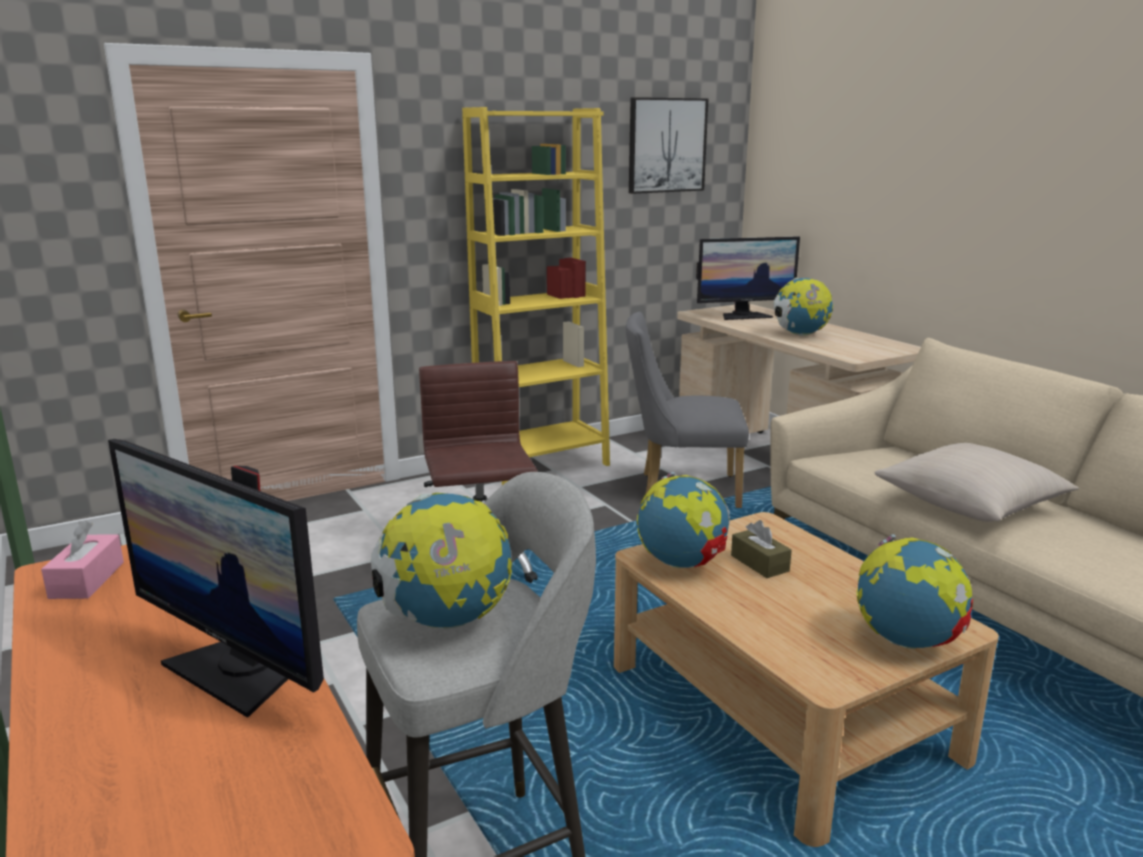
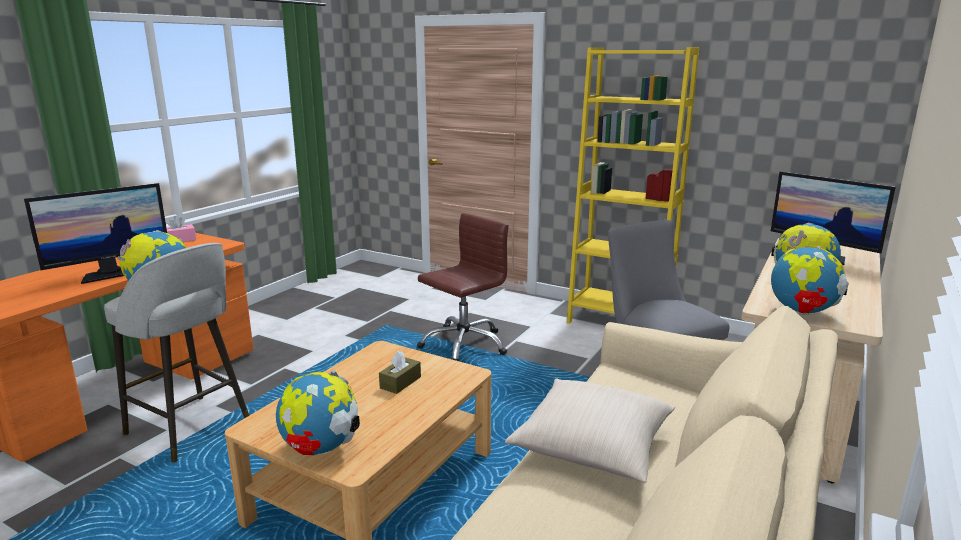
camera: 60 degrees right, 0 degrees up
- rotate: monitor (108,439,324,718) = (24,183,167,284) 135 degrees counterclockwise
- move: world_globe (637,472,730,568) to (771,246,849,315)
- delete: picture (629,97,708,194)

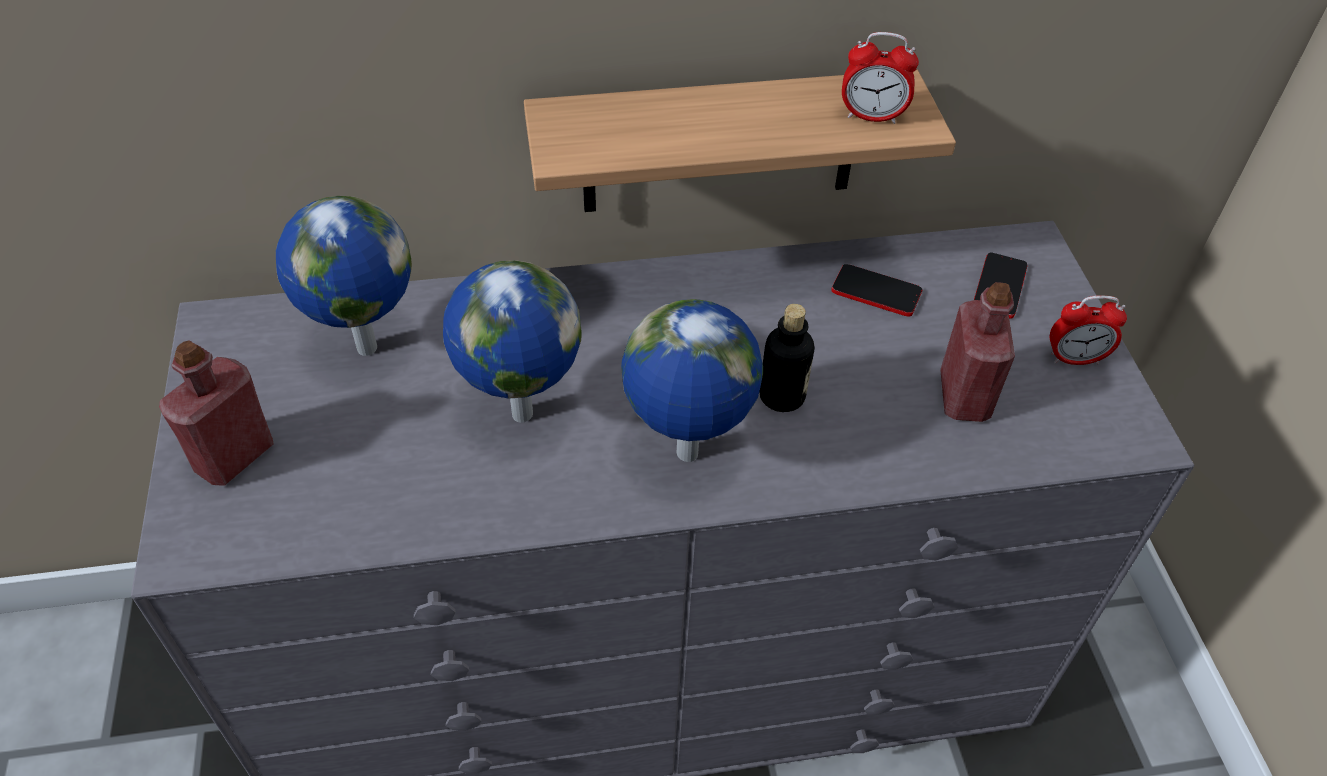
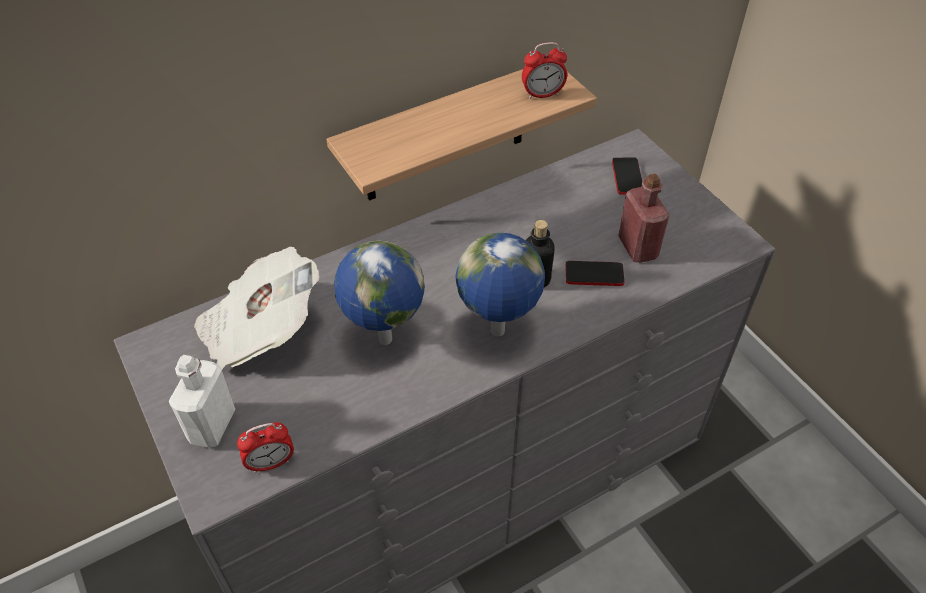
camera: 20 degrees left, 0 degrees up
- recolor: red-coloured_bottle (159,341,273,485) to white-coloured_bottle (169,355,235,448)
- replace: world_globe (276,196,412,356) to printed_paper (194,247,320,369)
- move: alarm_clock (1050,295,1127,365) to (237,422,294,473)
- move: telephone (831,264,922,316) to (565,261,625,286)

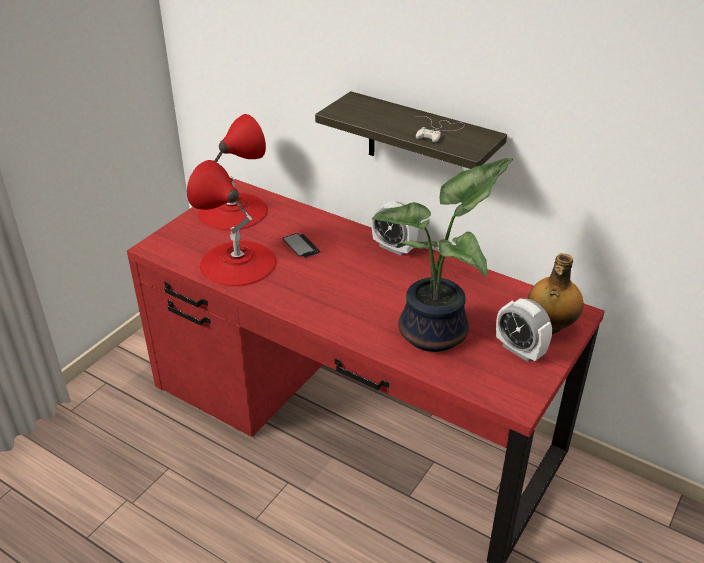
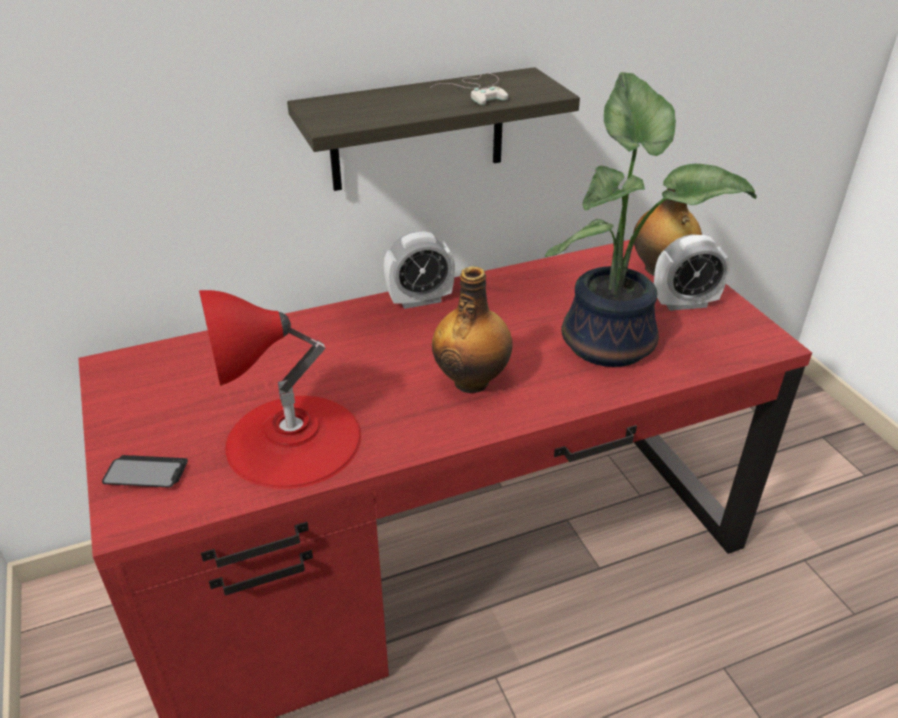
camera: 55 degrees left, 0 degrees up
- move: telephone (282,233,321,257) to (102,455,188,488)
- insert: bottle (432,266,513,393)
- delete: red-coloured_tabletop_lamp (198,114,268,231)

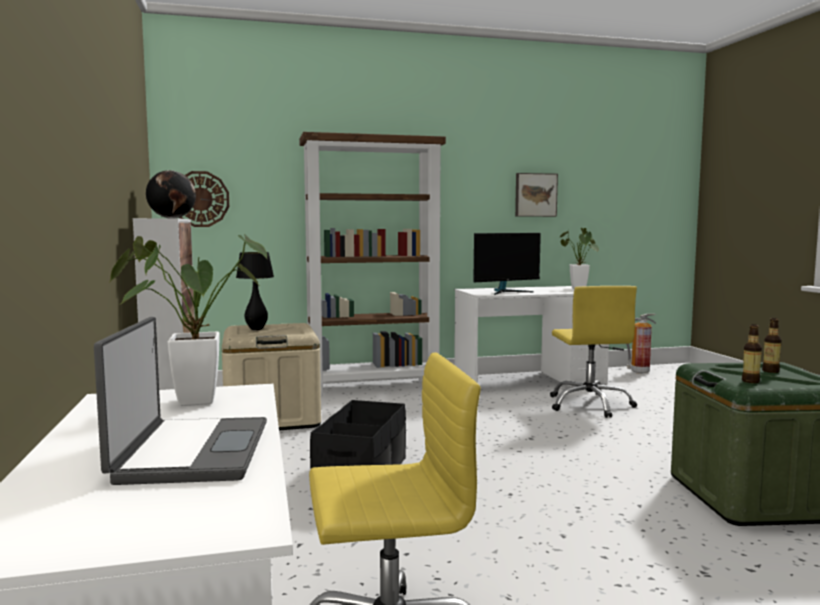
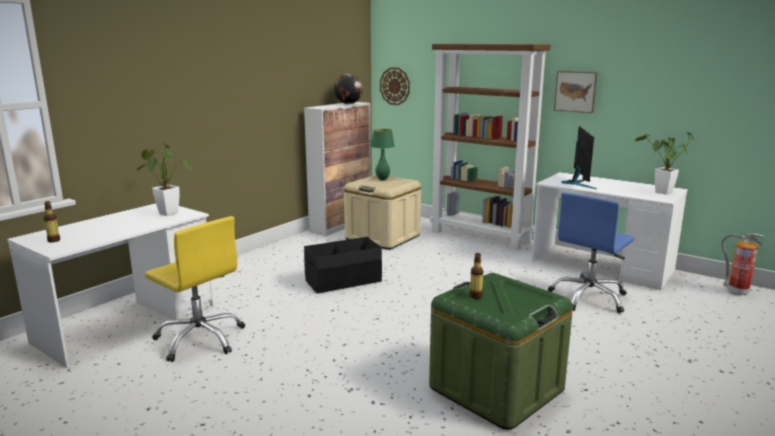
camera: 50 degrees right, 10 degrees up
- move: bottle (762,318,781,373) to (44,201,60,243)
- recolor: black-coloured_tabletop_lamp (236,252,274,330) to greenish_tabletop_lamp (371,129,395,181)
- recolor: yellow_desk_chair (550,286,637,418) to blue-coloured_desk_chair (548,192,634,313)
- move: picture (515,173,558,217) to (554,71,598,113)
- rotate: monitor (473,233,541,295) = (561,126,597,189) 105 degrees counterclockwise
- delete: notebook_computer (94,317,267,485)

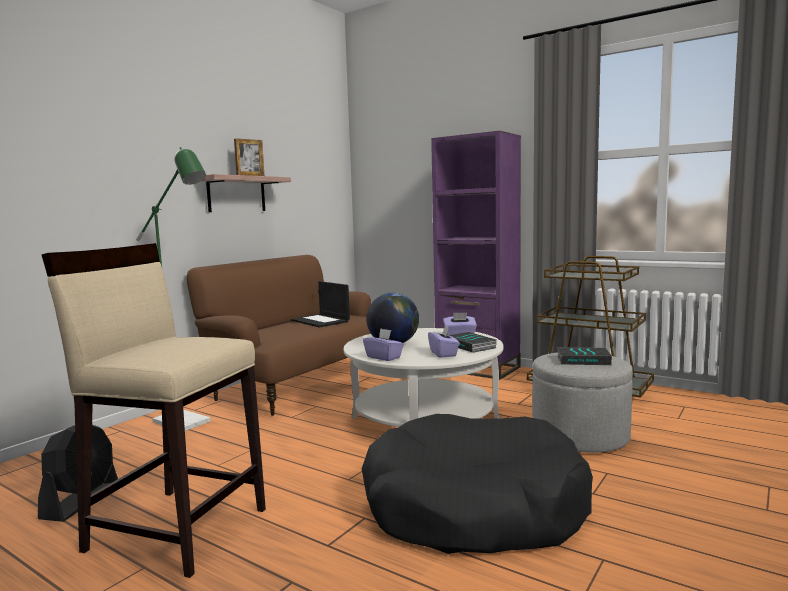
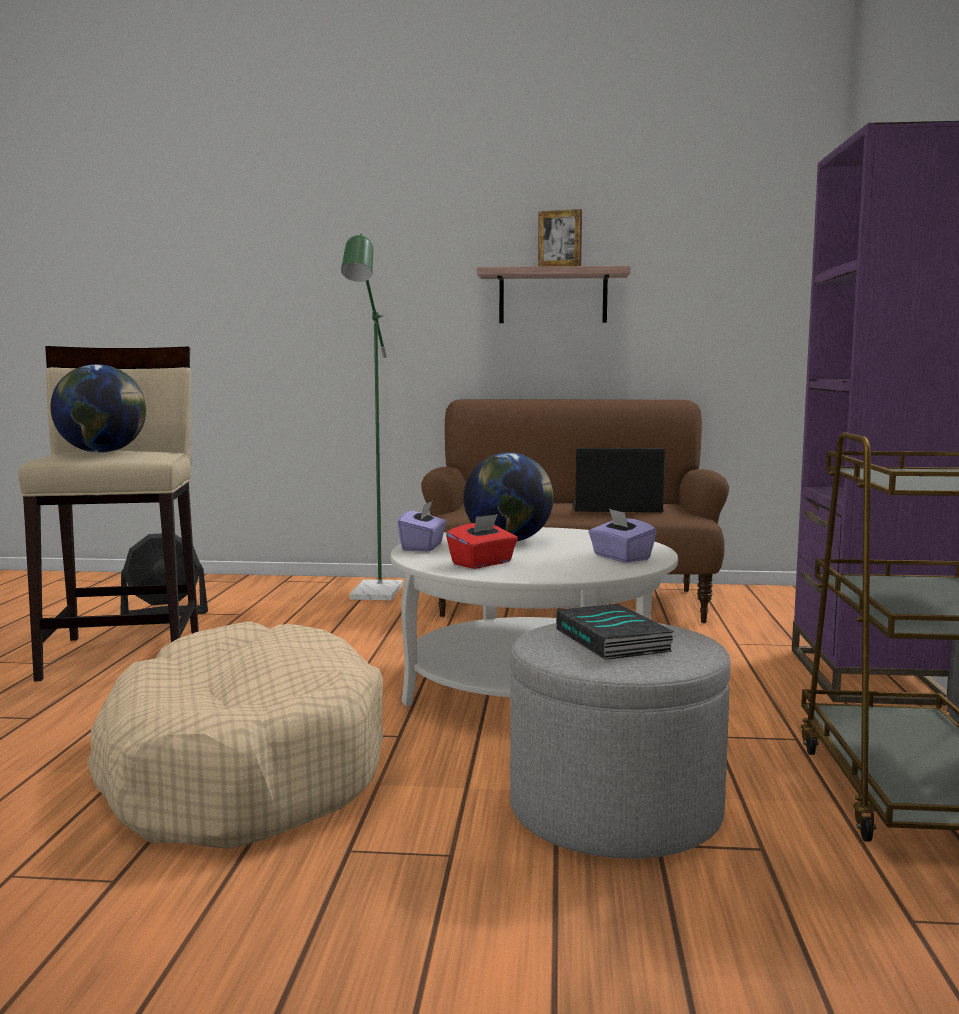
camera: 60 degrees right, 0 degrees up
- insert: world_globe (50,364,146,453)
- recolor: black-coloured_pet_bed (361,414,593,554) to beige_pet_bed (87,622,383,849)
- recolor: purple-coloured_box_of_tissues (428,326,460,358) to red-coloured_box_of_tissues (446,514,518,569)
- rotate: notebook_computer (291,281,350,327) = (573,448,665,512) 75 degrees clockwise
- delete: book (449,332,496,353)

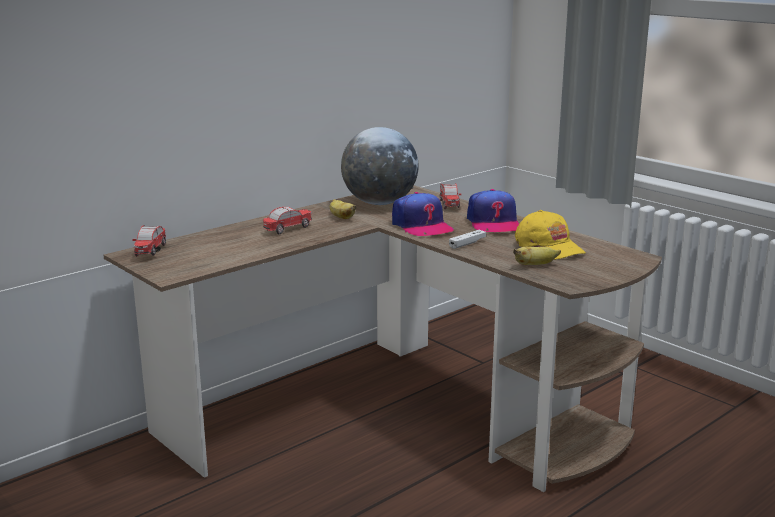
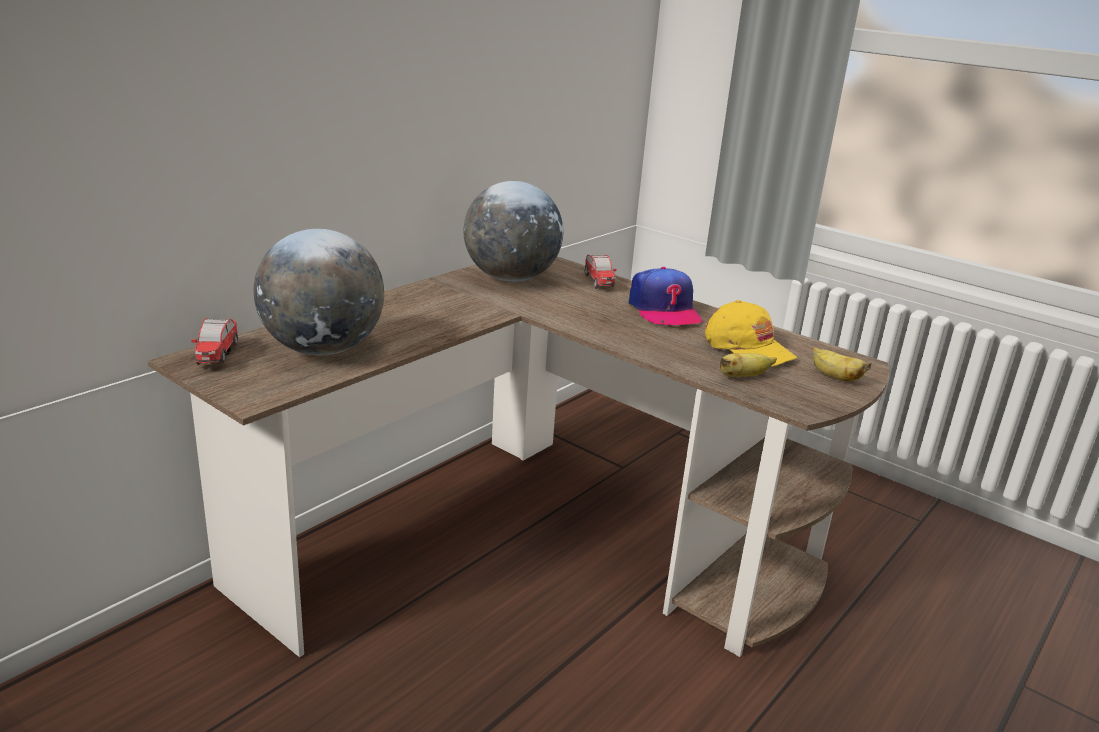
camera: 10 degrees left, 5 degrees up
- insert: world_globe (254,229,384,356)
- move: banana (330,199,357,219) to (813,347,871,381)
- delete: model_car (263,207,312,235)
- delete: baseball_cap (392,192,455,236)
- delete: white-coloured_gamepad (449,230,486,249)

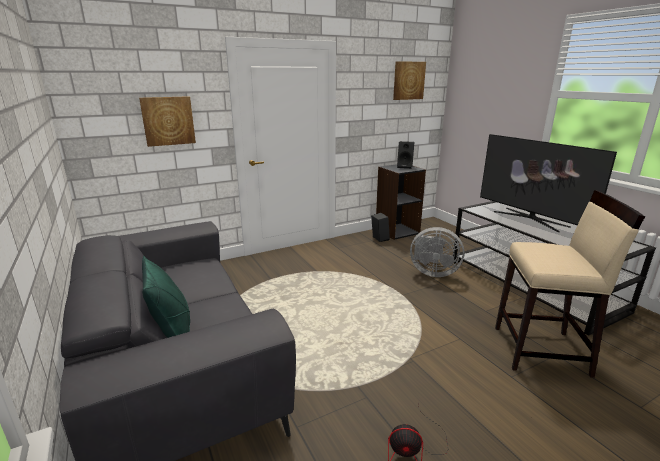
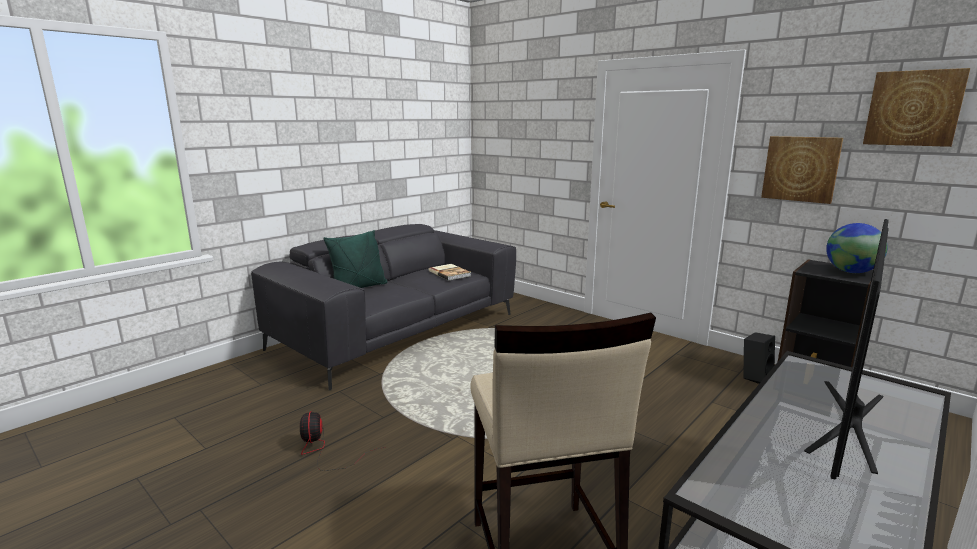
camera: 70 degrees right, 5 degrees down
- insert: book (428,264,471,281)
- move: picture (139,96,196,147) to (761,136,843,204)
- replace: black-coloured_audio_speaker (397,141,414,169) to world_globe (826,223,888,273)
- delete: grey_cooling_fan (410,227,465,277)

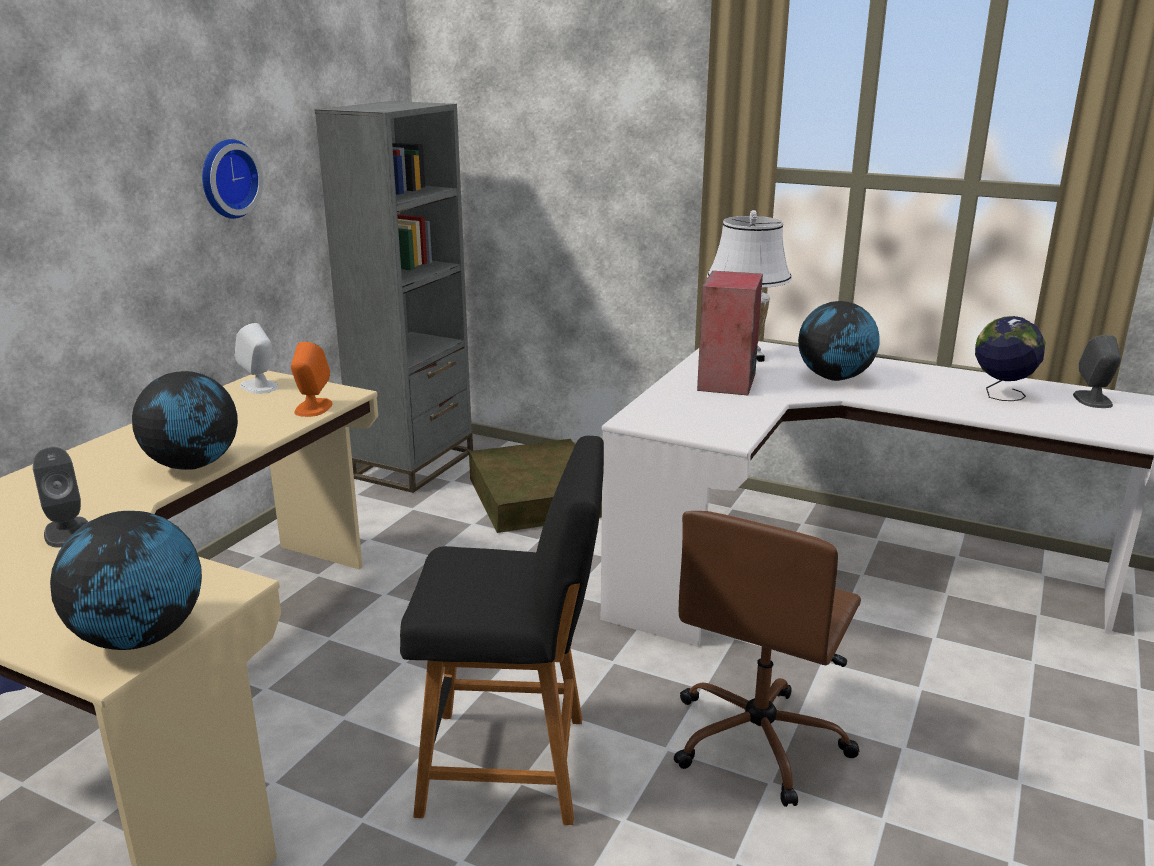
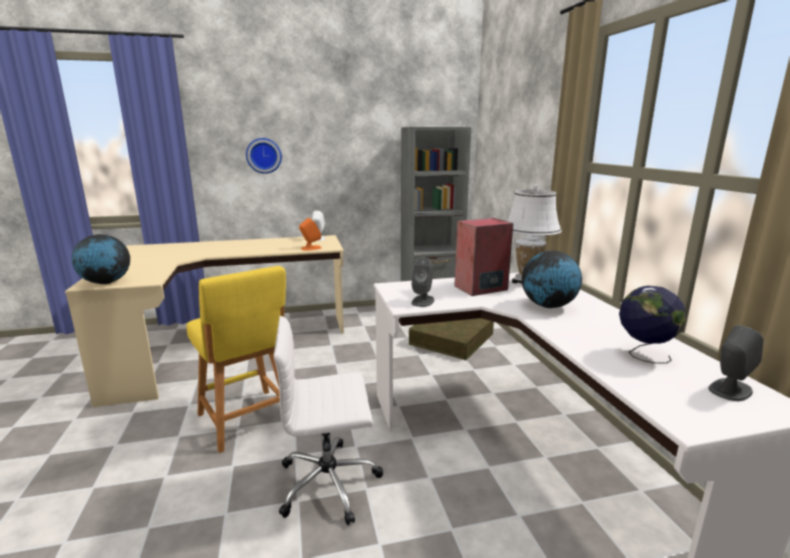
camera: 50 degrees right, 5 degrees down
- recolor: black-coloured_sitting_stool (400,436,604,825) to yellow_sitting_stool (186,266,286,453)
- move: clock_on_the_wall (202,139,263,219) to (246,138,282,174)
- recolor: brown_desk_chair (673,511,861,807) to white-coloured_desk_chair (274,316,383,525)
- move: grey_audio_speaker (33,447,88,547) to (411,257,434,307)
- delete: world_globe (132,371,238,470)

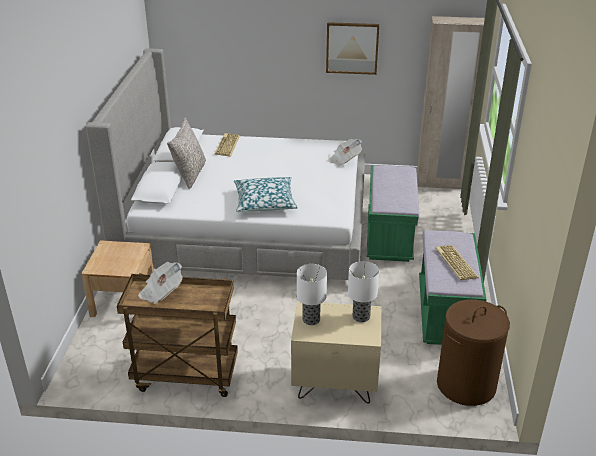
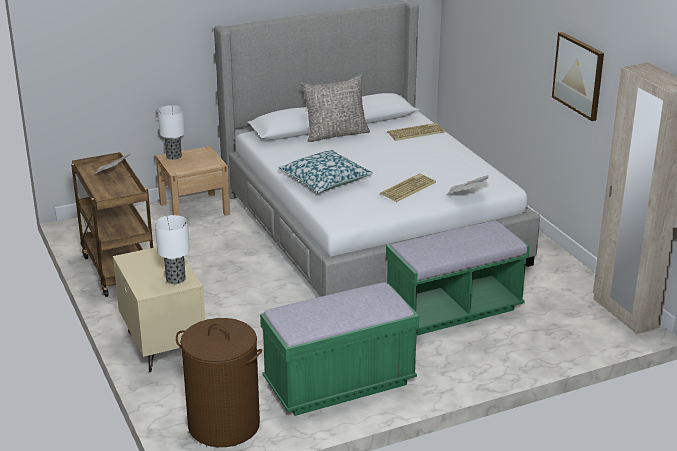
camera: 60 degrees right, 5 degrees down
- move: tabletop_lamp (297,264,327,325) to (158,105,185,160)
- move: computer_keyboard (435,245,479,280) to (380,174,436,202)

